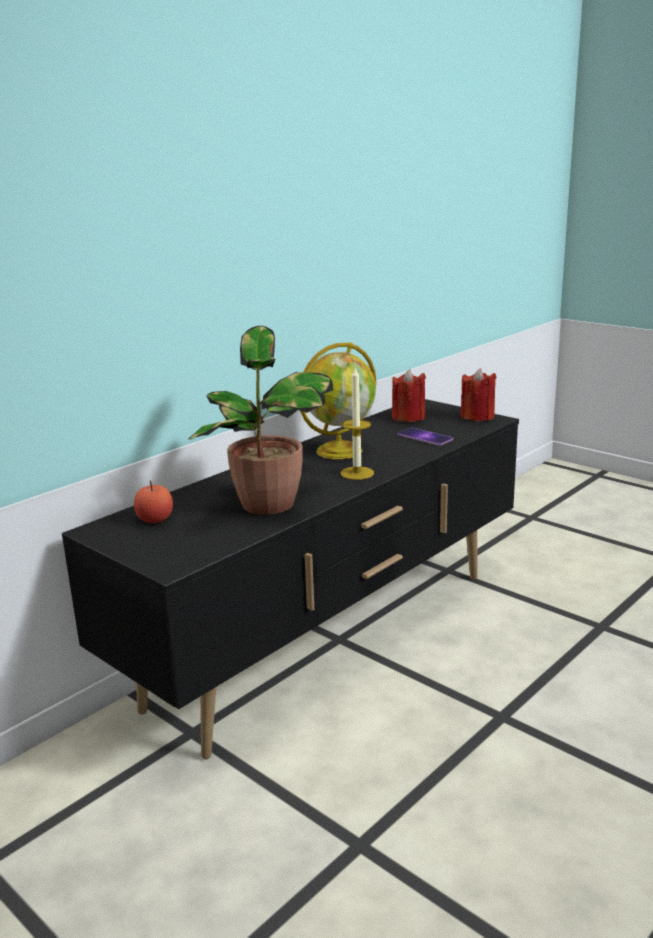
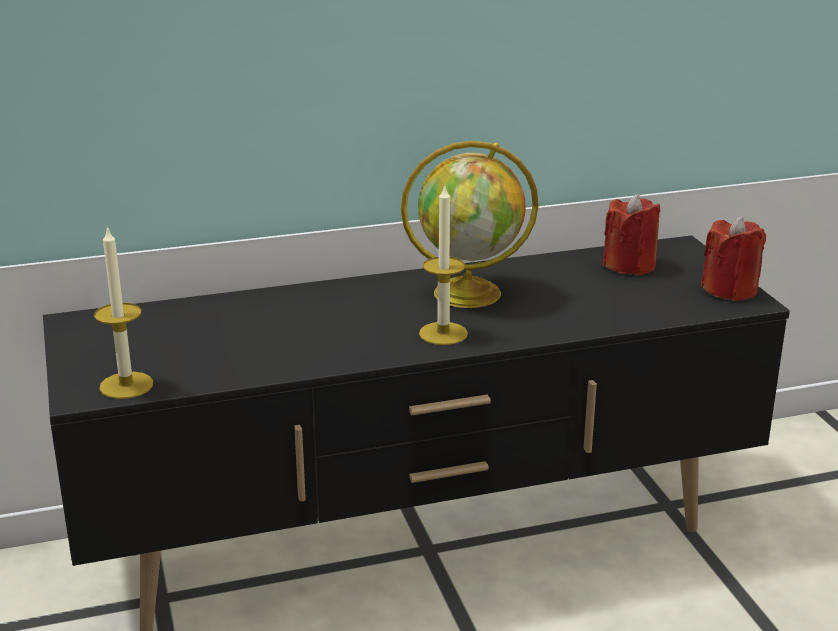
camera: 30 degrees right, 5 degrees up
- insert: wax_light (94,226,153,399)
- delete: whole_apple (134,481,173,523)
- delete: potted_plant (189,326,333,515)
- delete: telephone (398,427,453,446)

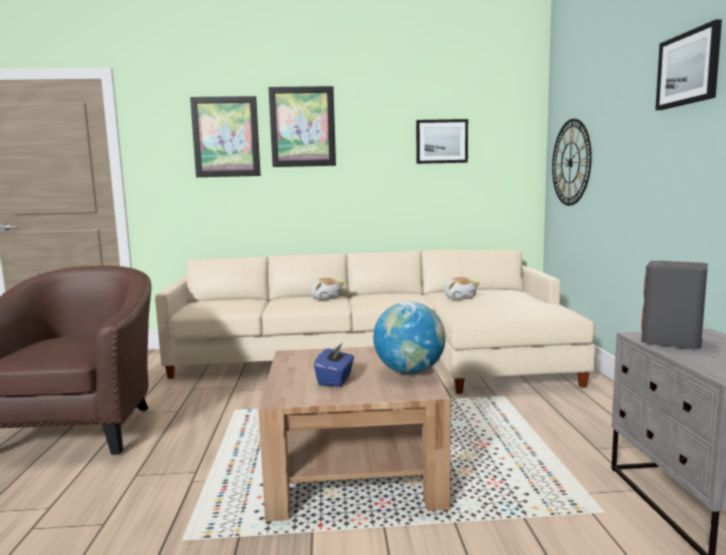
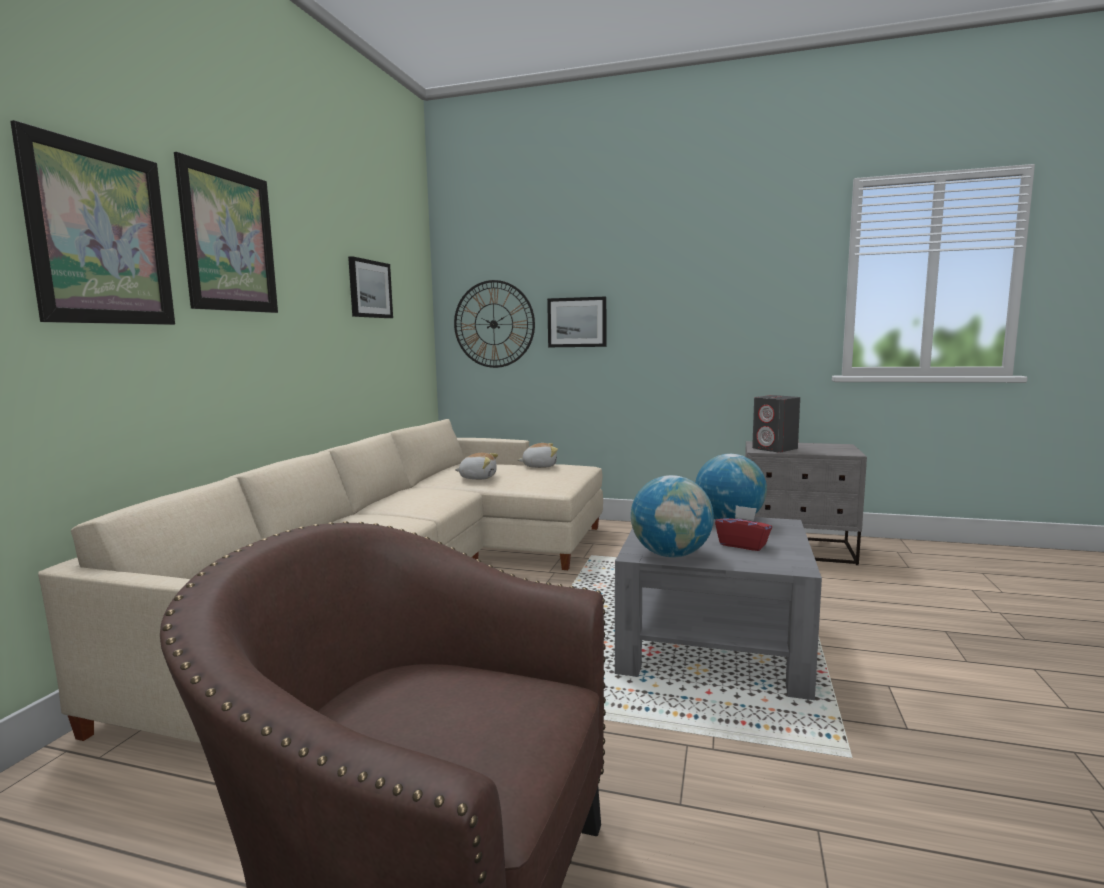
camera: 70 degrees left, 0 degrees up
- move: cuddly_toy (310,278,344,300) to (518,443,558,468)
- move: picture (655,19,722,110) to (547,296,606,347)
- recolor: brown_low_table (258,347,451,522) to grey_low_table (615,517,822,700)
- insert: world_globe (631,475,714,557)
- recolor: blue-coloured_box_of_tissues (314,342,354,387) to red-coloured_box_of_tissues (715,505,772,551)

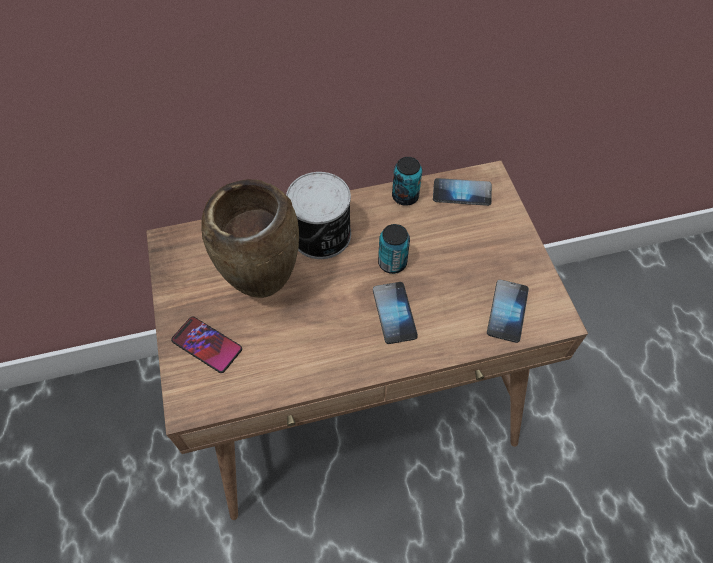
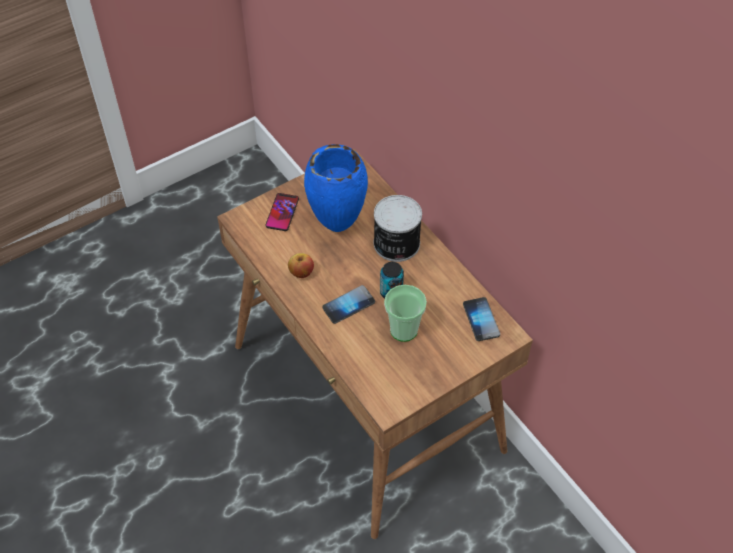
camera: 70 degrees right, 5 degrees down
- insert: whole_apple (288,253,314,278)
- recolor: brown_flower_vase (201,179,299,298) to blue-coloured_flower_vase (304,144,368,232)
- insert: drinking_cup (384,285,427,342)
- delete: metal_can (392,157,422,206)
- delete: telephone (487,280,529,343)

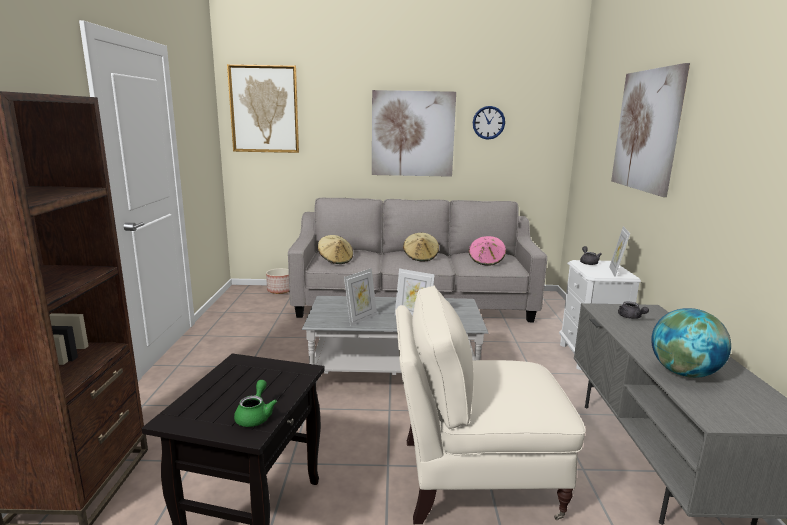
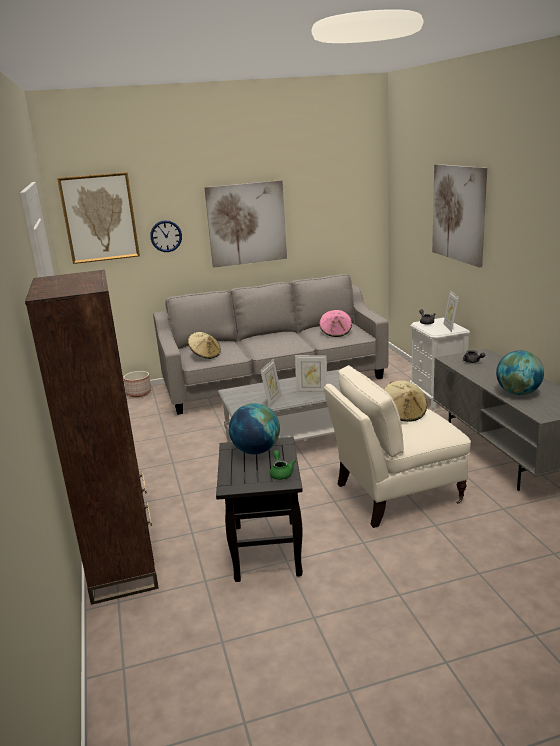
camera: 15 degrees left, 5 degrees up
- move: clock_on_the_wall (473,106,505,140) to (150,220,182,252)
- insert: world_globe (229,403,280,454)
- move: beige_clothing_hat (403,233,439,261) to (384,381,427,422)

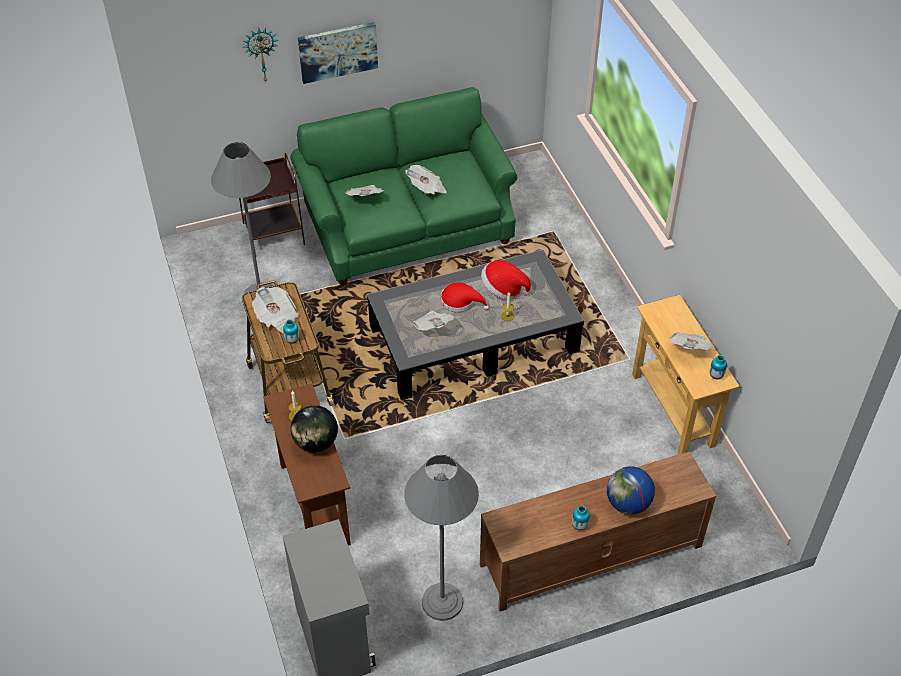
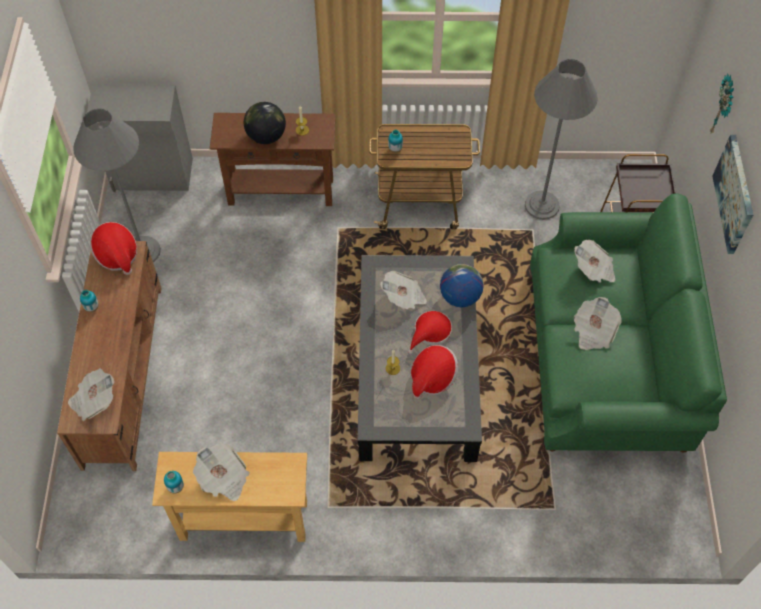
camera: 110 degrees right, 10 degrees up
- move: printed_paper (252,287,299,333) to (68,369,115,421)
- insert: clothing_hat (90,222,137,275)
- move: world_globe (607,466,655,515) to (440,264,484,307)

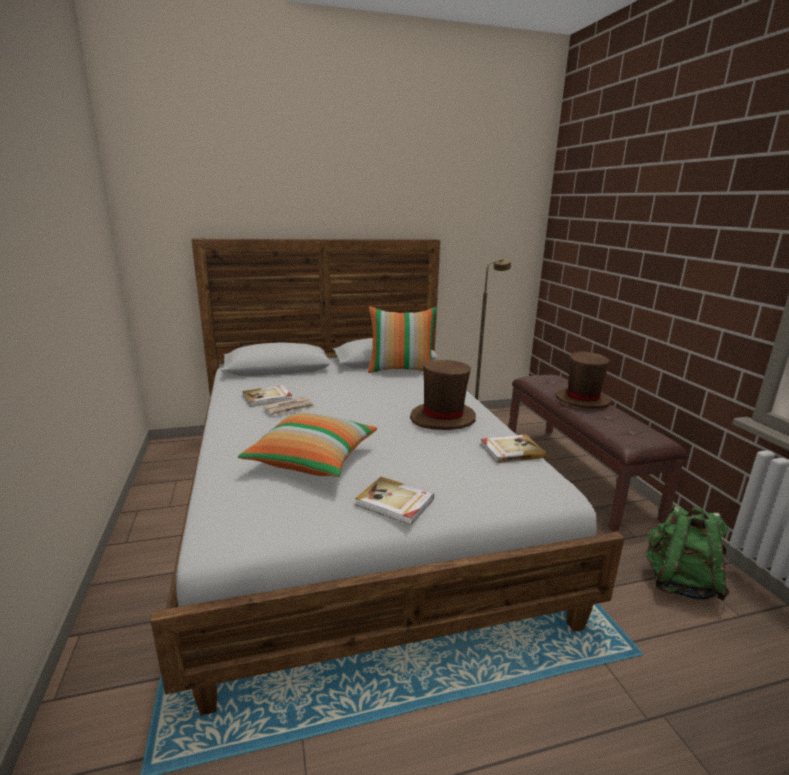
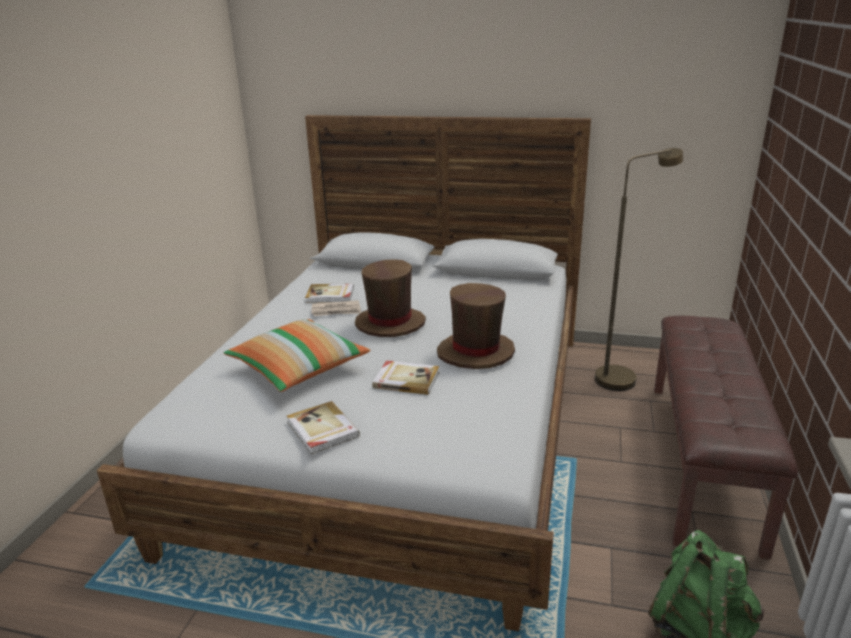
camera: 30 degrees right, 5 degrees up
- move: brown_clothing_hat (555,351,611,409) to (355,259,426,337)
- move: book (480,434,546,463) to (372,360,439,395)
- delete: throw_pillow (368,306,437,373)

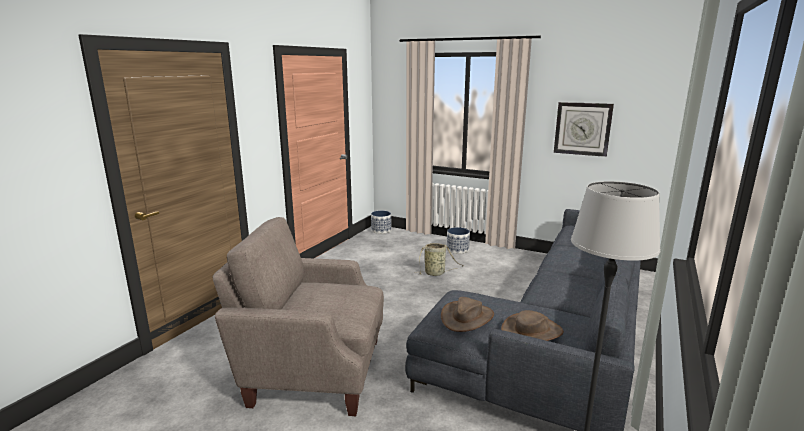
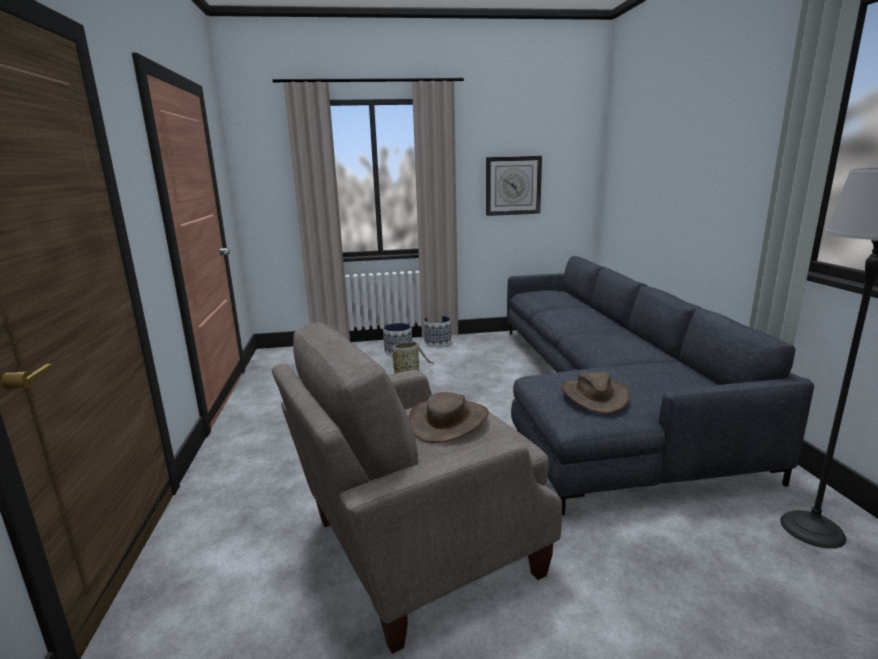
camera: 35 degrees left, 0 degrees up
- move: brown_clothing_hat (501,310,564,341) to (408,392,489,443)
- move: planter (371,211,391,234) to (424,316,451,347)

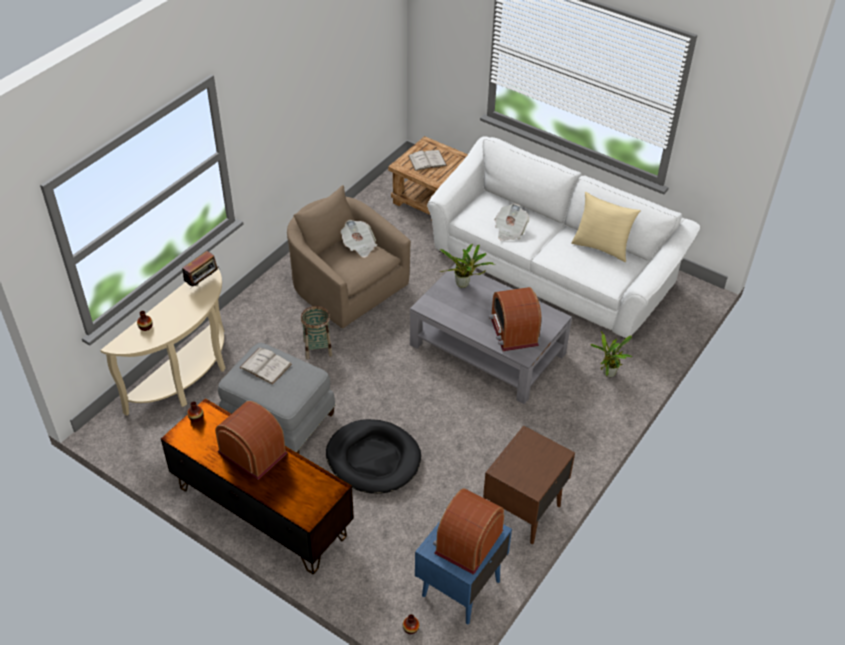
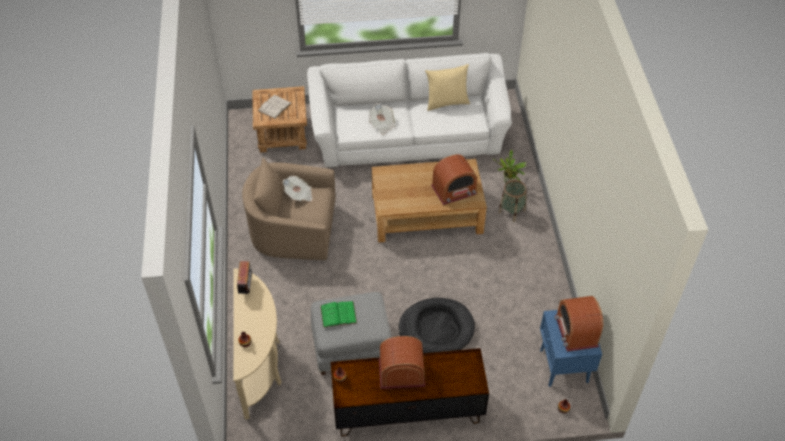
camera: 40 degrees left, 5 degrees up
- recolor: white-coloured_book (239,348,292,385) to greenish_book (320,301,357,328)
- recolor: grey_low_table (410,263,572,404) to brown_low_table (372,159,487,243)
- rotate: radio_set (489,287,542,351) = (431,154,477,205) 60 degrees counterclockwise
- move: storage_basket (301,306,332,359) to (498,180,527,222)
- delete: potted_plant (440,244,494,288)
- delete: brown_night_table (483,425,575,544)

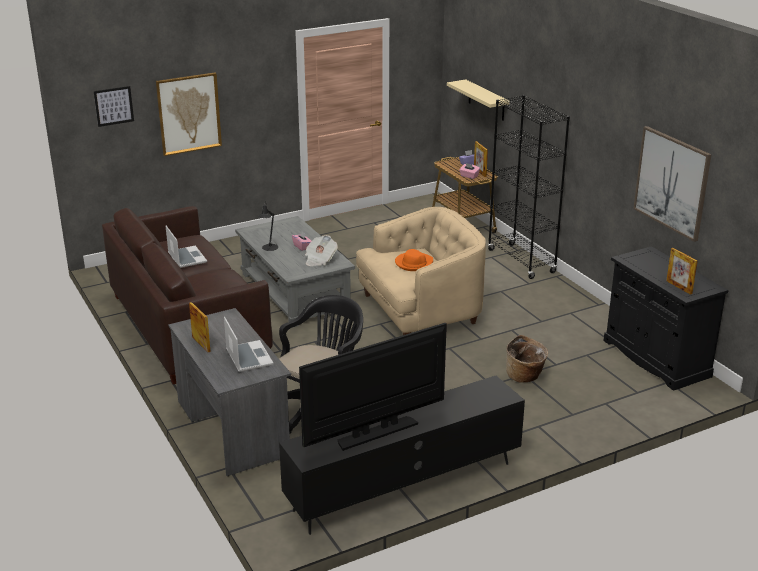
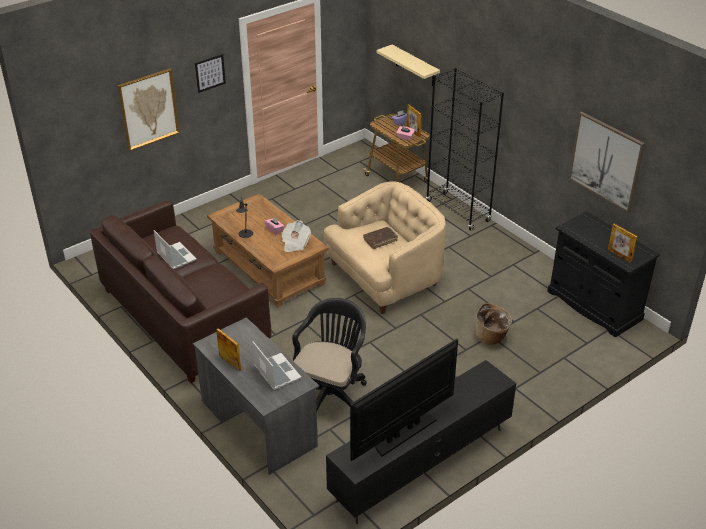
camera: 10 degrees left, 10 degrees up
- move: picture (94,86,134,127) to (195,54,226,93)
- recolor: grey_low_table (235,216,355,328) to brown_low_table (207,193,329,308)
- replace: orange_clothing_hat (395,249,433,271) to brown_book (363,227,398,249)

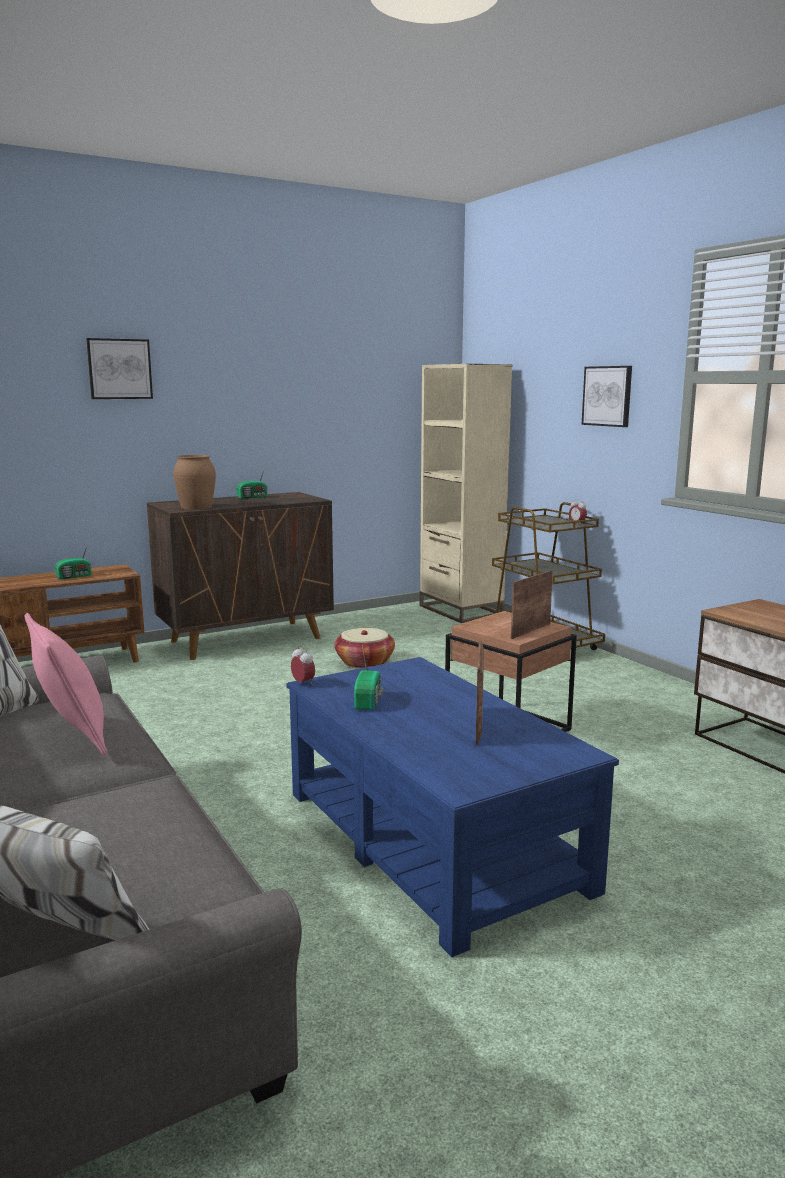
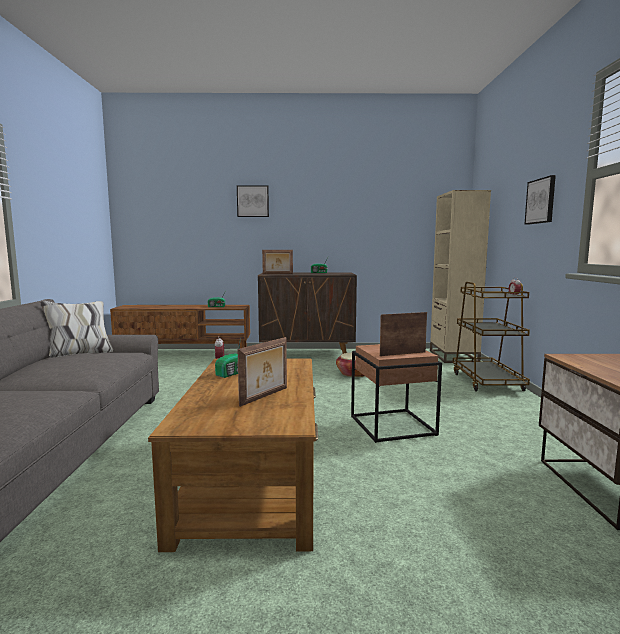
camera: 30 degrees right, 5 degrees down
- recolor: blue-coloured_low_table (286,657,619,957) to brown_low_table (148,359,318,552)
- replace: brown_flower_vase (173,455,216,510) to standing_frame (262,250,293,274)
- delete: pink-coloured_throw_pillow (24,613,108,756)

